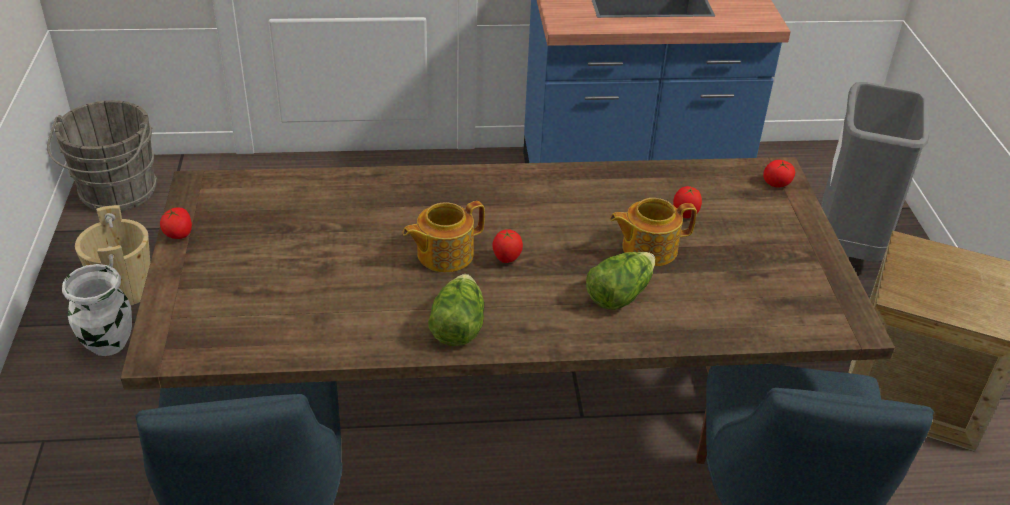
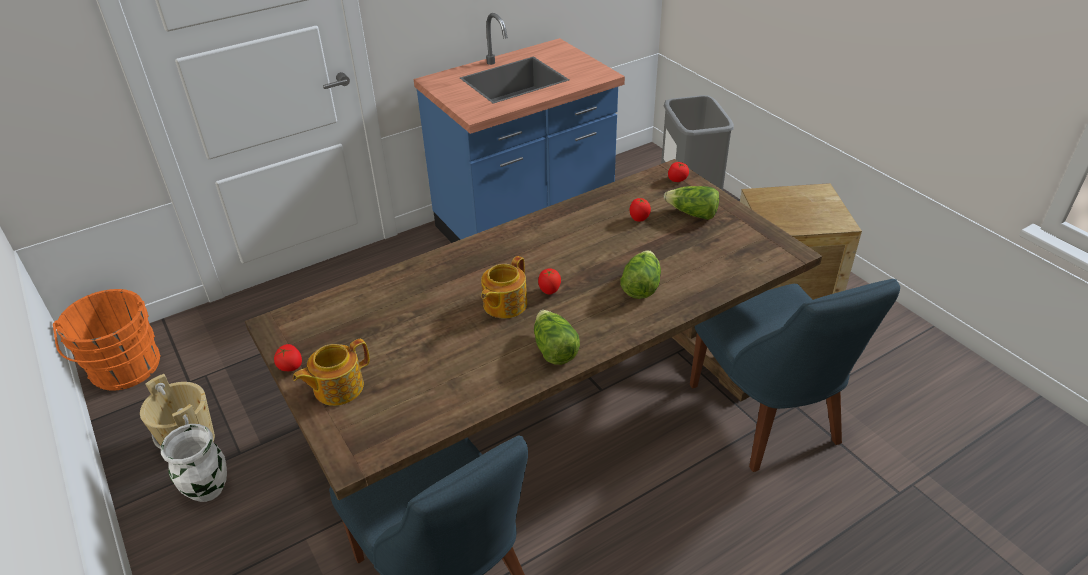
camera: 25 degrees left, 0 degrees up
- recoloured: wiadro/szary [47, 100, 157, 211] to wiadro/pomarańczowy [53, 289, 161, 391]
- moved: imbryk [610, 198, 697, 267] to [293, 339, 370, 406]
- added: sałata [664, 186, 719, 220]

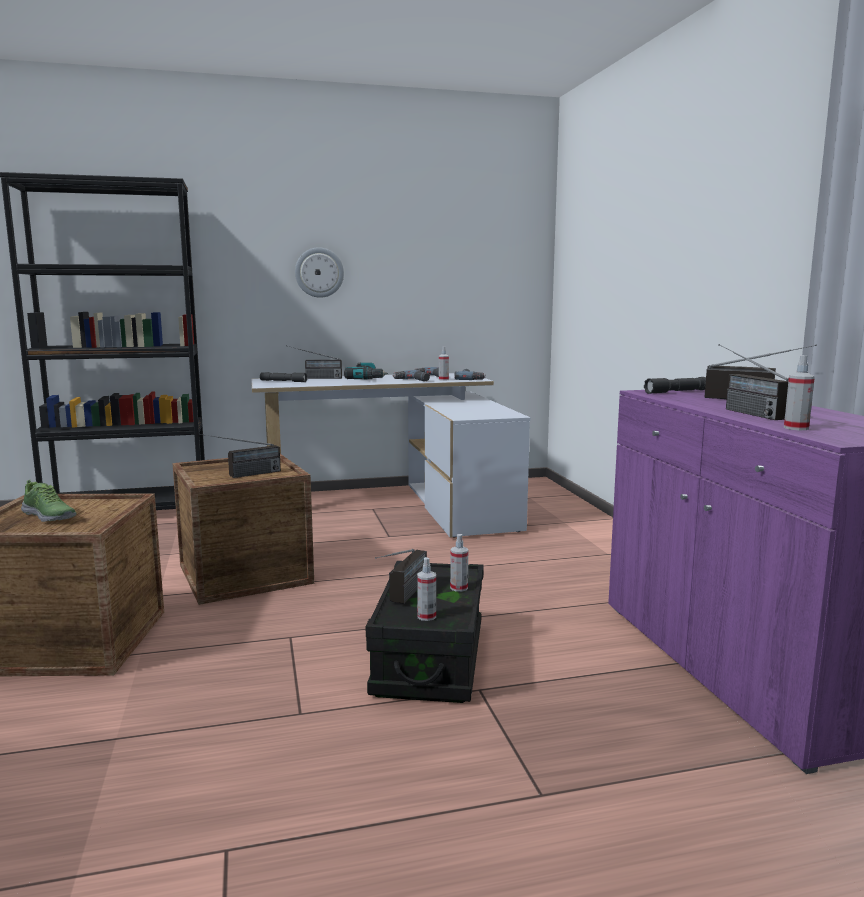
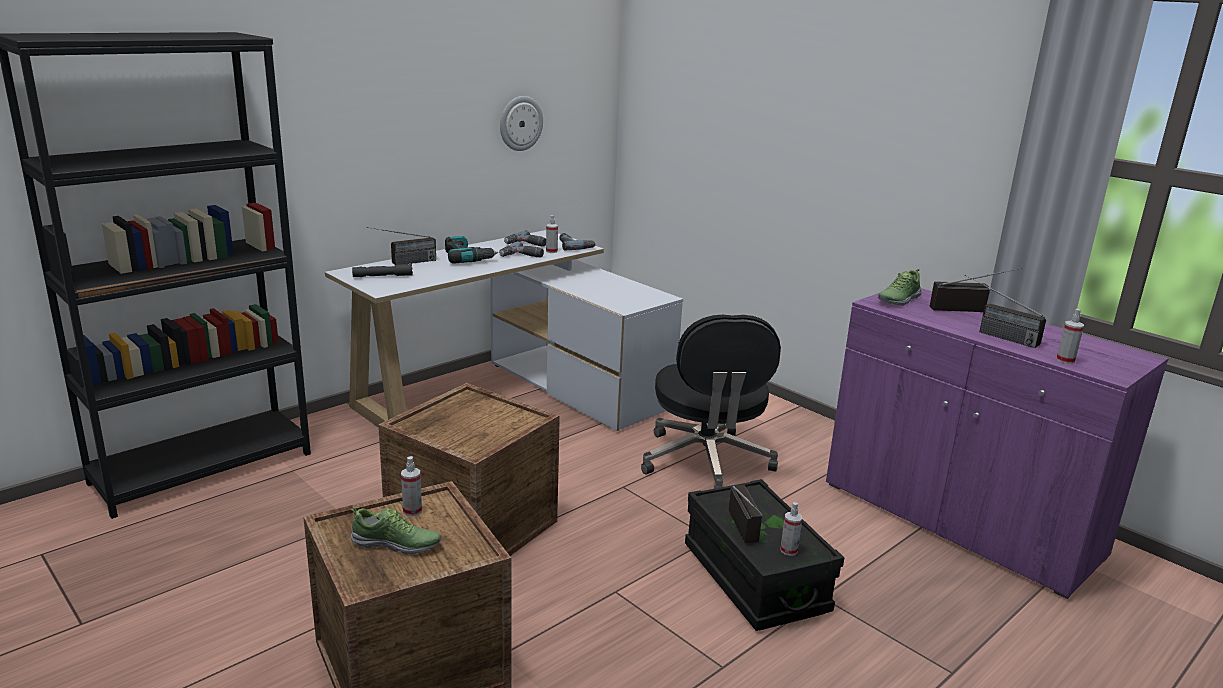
camera: 30 degrees left, 10 degrees up
- moved: zegar ścienny [295, 247, 344, 298] to [500, 96, 543, 151]
- replaced: latarka/szary [644, 377, 706, 394] to but [878, 269, 922, 306]
- removed: radio [199, 434, 281, 478]
- moved: spryskiwacz [450, 534, 468, 592] to [401, 456, 422, 516]
- added: krzesło biurowe/czarny [641, 315, 781, 489]

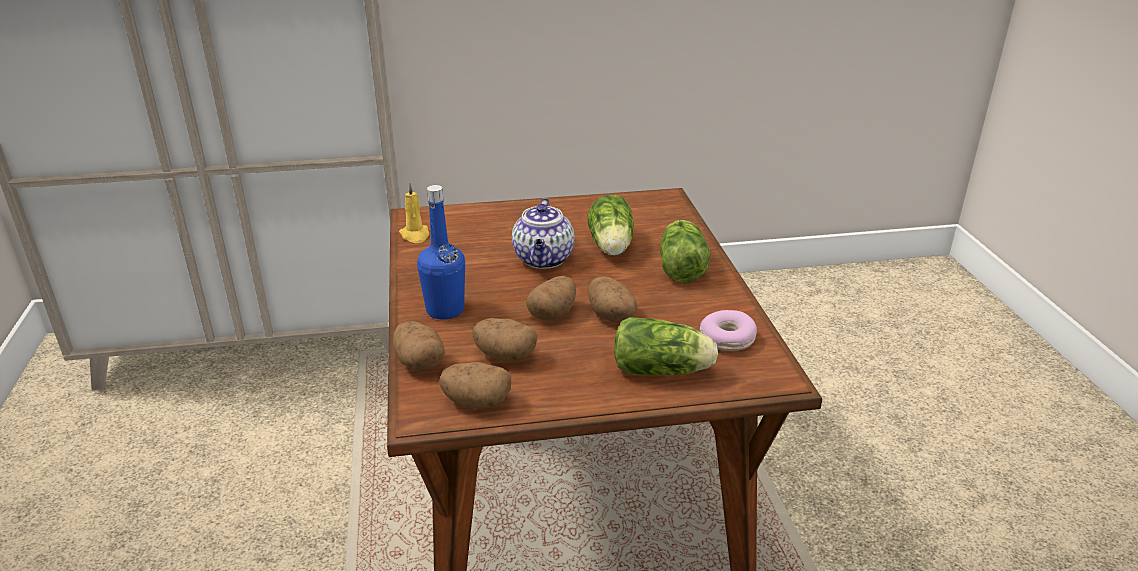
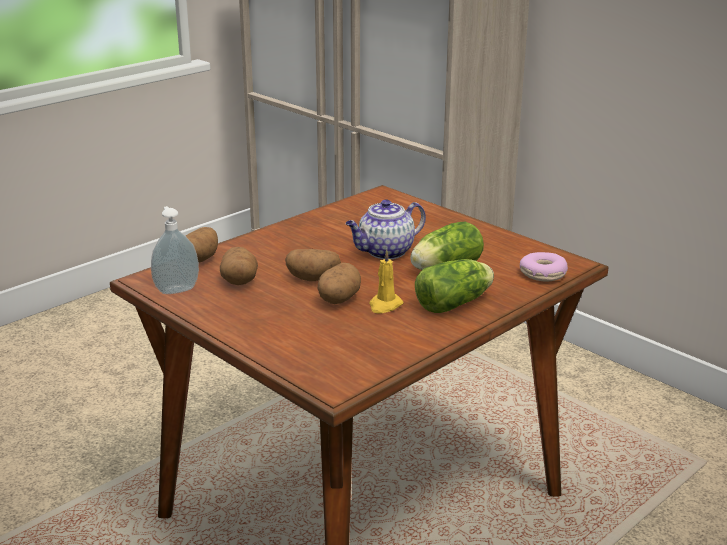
camera: 55 degrees right, 5 degrees down
- moved: świeca/żółty [399, 183, 429, 243] to [369, 249, 403, 314]
- removed: butelka/niebieski [417, 185, 465, 320]
- moved: donut [700, 310, 757, 351] to [520, 252, 568, 282]
- removed: sałata [614, 317, 718, 375]
- replaced: ziemniak [439, 362, 511, 409] to dozownik mydła [151, 206, 199, 294]

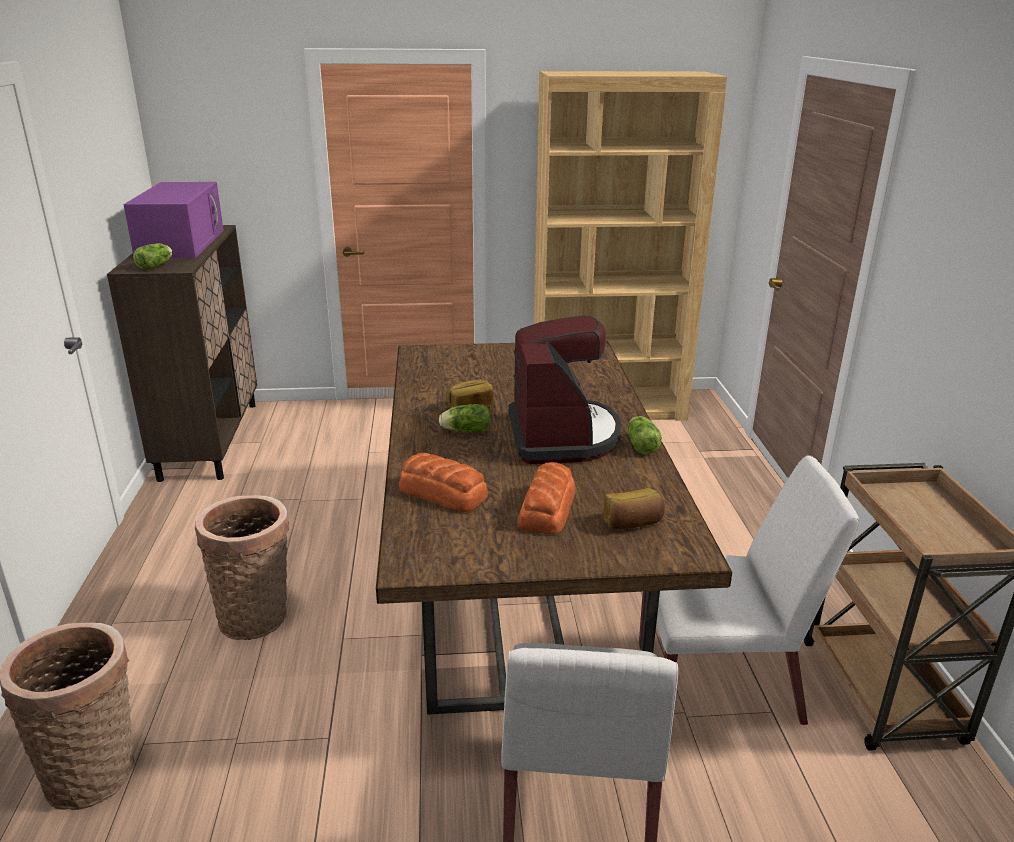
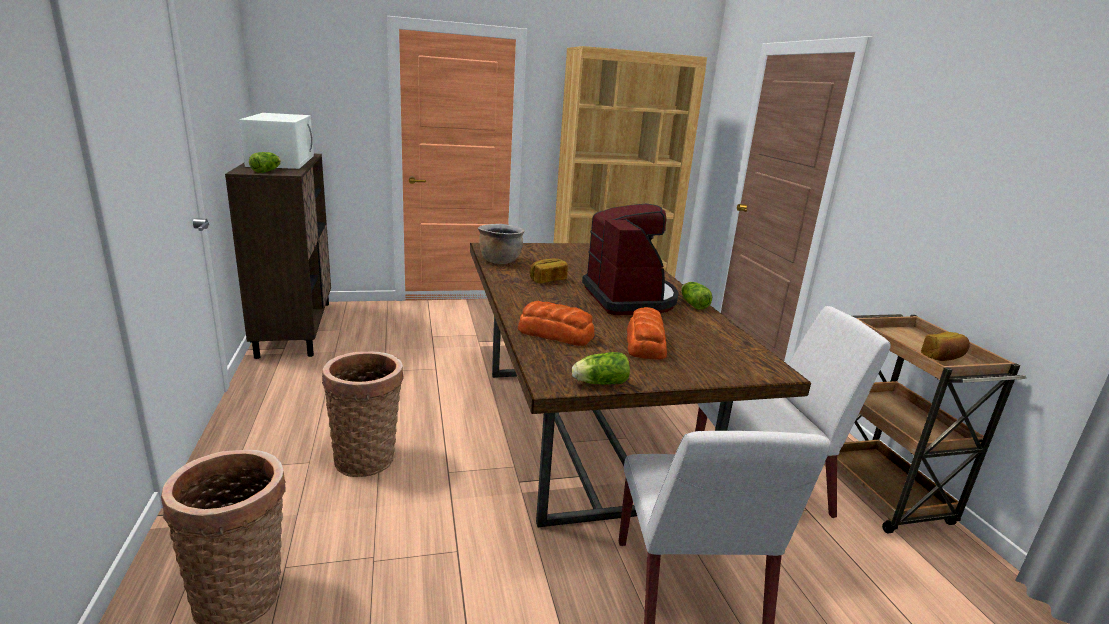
camera: 10 degrees left, 5 degrees down
- recoloured: mikrofalówka/fioletowy [124, 182, 224, 259] to mikrofalówka/biały [239, 113, 314, 169]
- moved: sałata [439, 404, 490, 432] to [572, 352, 630, 385]
- moved: chleb [603, 488, 665, 529] to [921, 332, 970, 361]
- added: garnek/brązowy [478, 224, 525, 264]

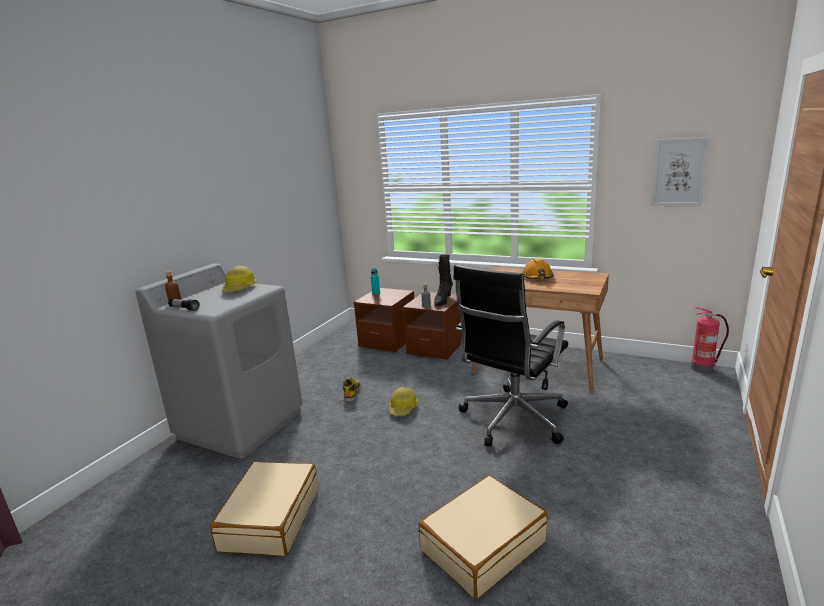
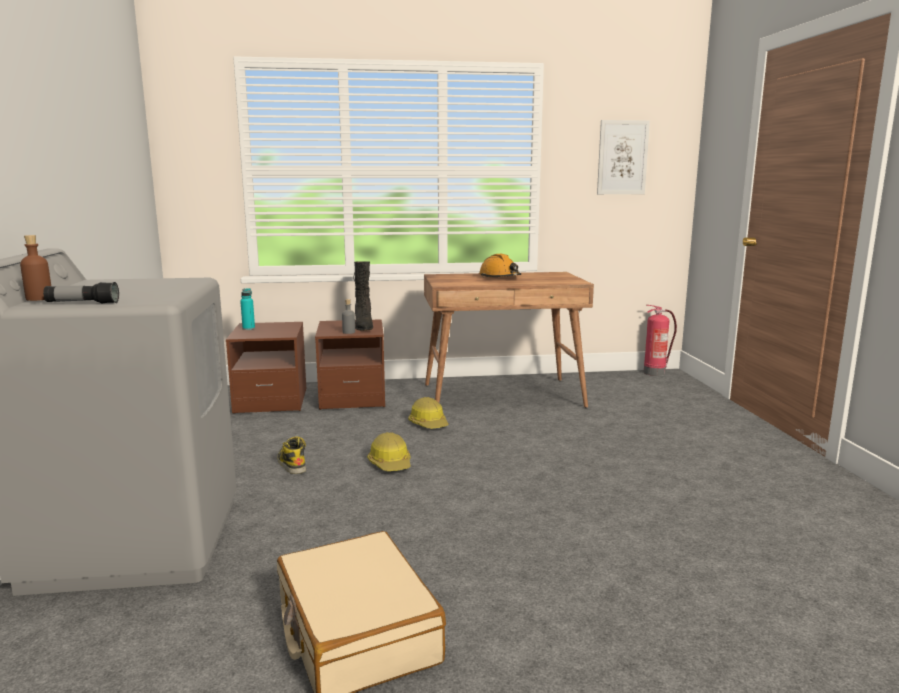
camera: 35 degrees left, 5 degrees down
- removed: krzesło biurowe/czarny [453, 265, 568, 446]
- moved: kask [222, 266, 257, 291] to [408, 397, 448, 429]
- removed: walizka/beżowy [419, 476, 548, 599]

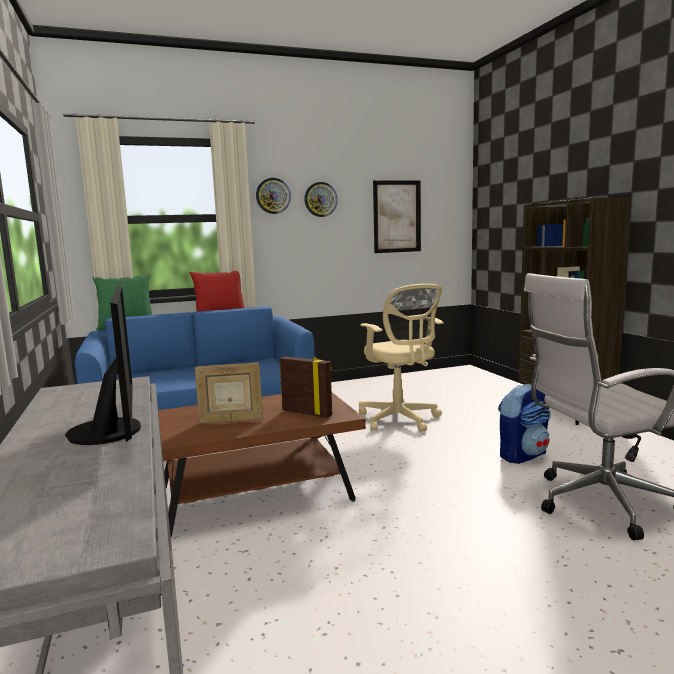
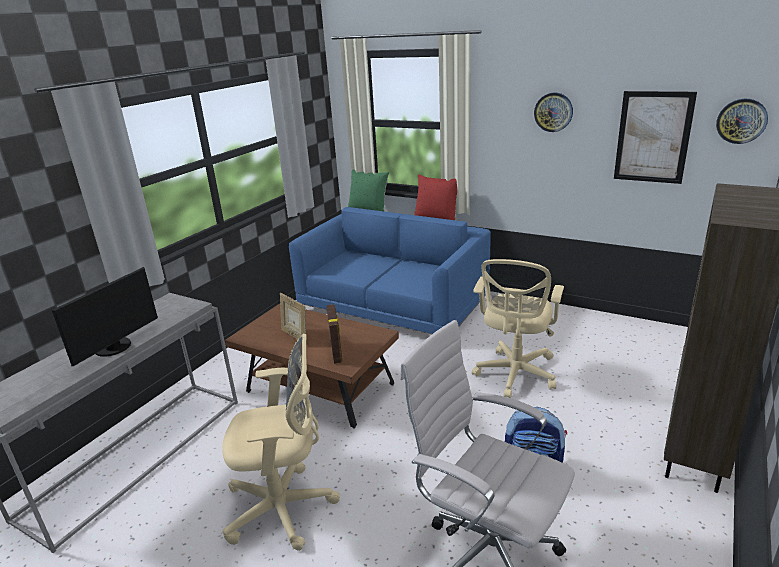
camera: 50 degrees right, 15 degrees up
- moved: zegar ścienny [256, 178, 291, 214] to [716, 99, 768, 144]
- added: krzesło biurowe/beżowy [222, 334, 340, 551]

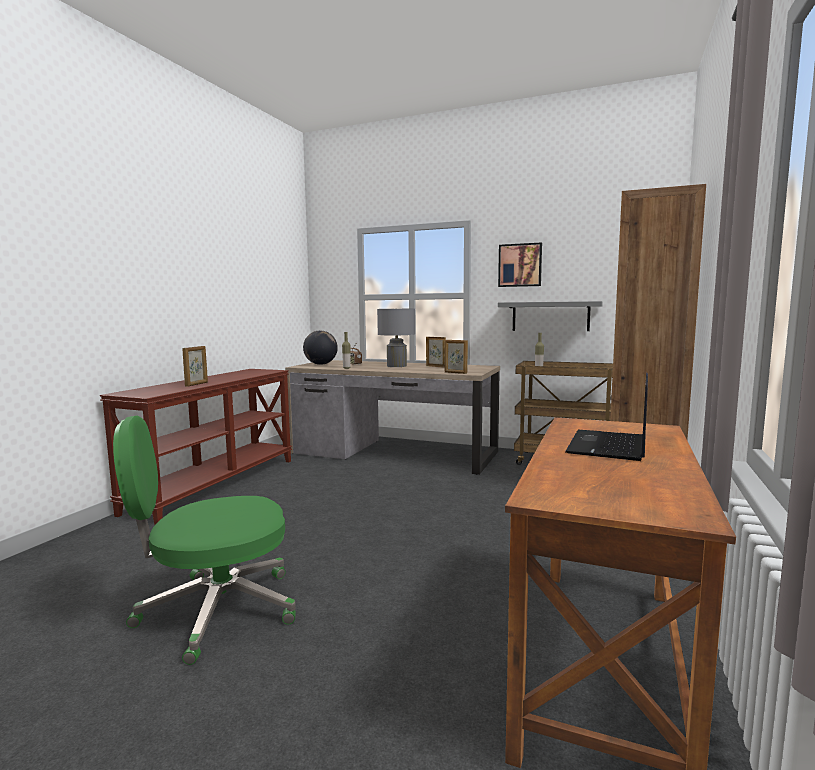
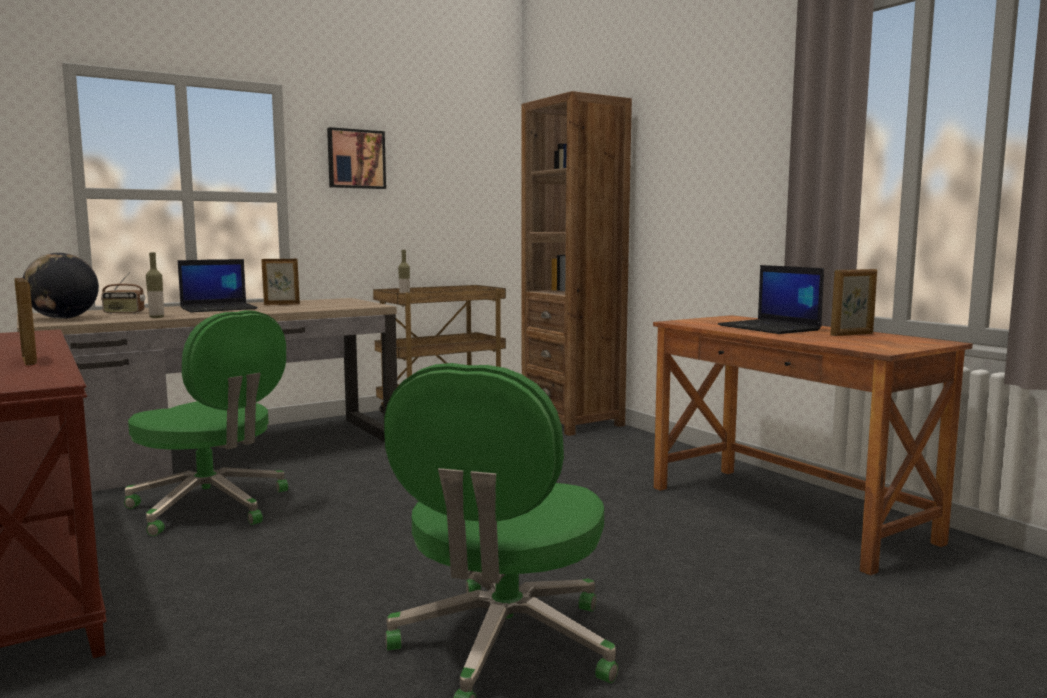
camera: 55 degrees left, 0 degrees up
- removed: półka/szary [498, 301, 603, 331]
- replaced: lampa stołowa/szary [377, 308, 415, 367] to laptop [178, 259, 258, 313]
- moved: ramka na zdjęcie [445, 340, 468, 374] to [830, 269, 877, 336]
- added: krzesło biurowe/zielony [124, 310, 288, 536]

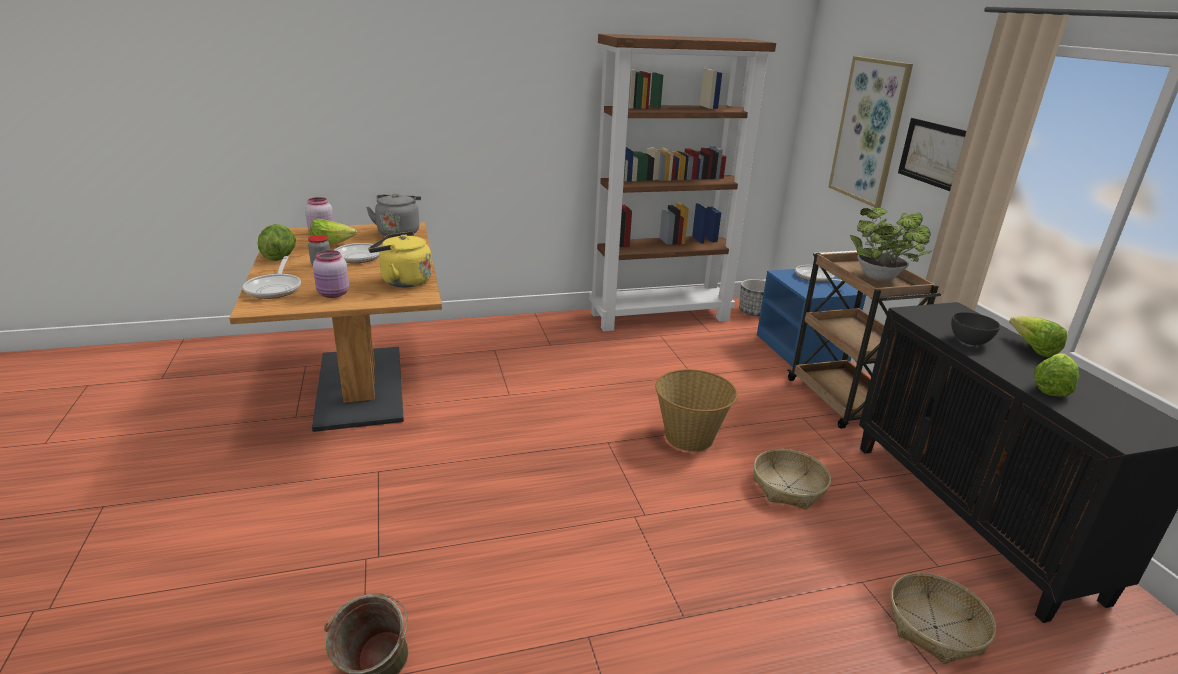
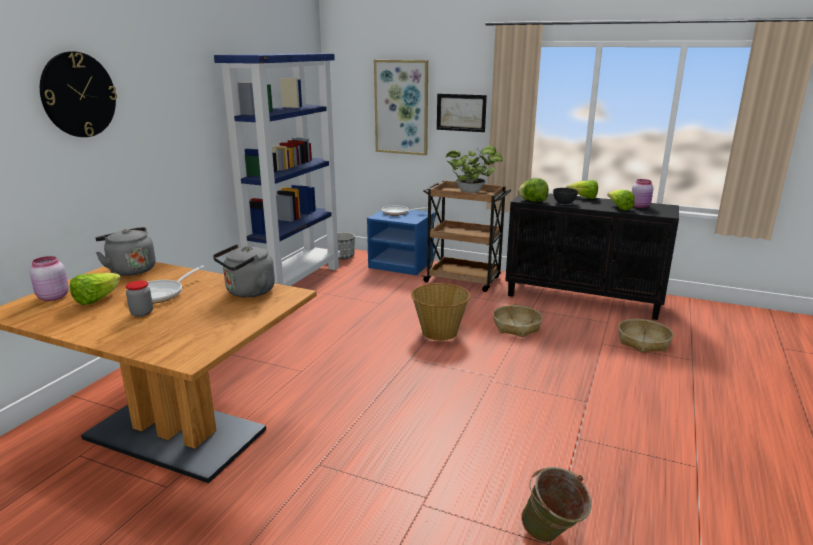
camera: 50 degrees left, 5 degrees down
- recoloured: regał/brązowy [589, 34, 776, 331] to regał/niebieski [214, 53, 341, 286]
- moved: sałata [258, 224, 296, 261] to [518, 178, 549, 202]
- recoloured: czajnik/żółty [368, 231, 432, 288] to czajnik/szary [213, 244, 275, 297]
- moved: słoik/różowy [313, 250, 349, 298] to [632, 179, 654, 208]
- removed: patelnia [243, 256, 301, 299]
- added: zegar ścienny [40, 51, 117, 137]

